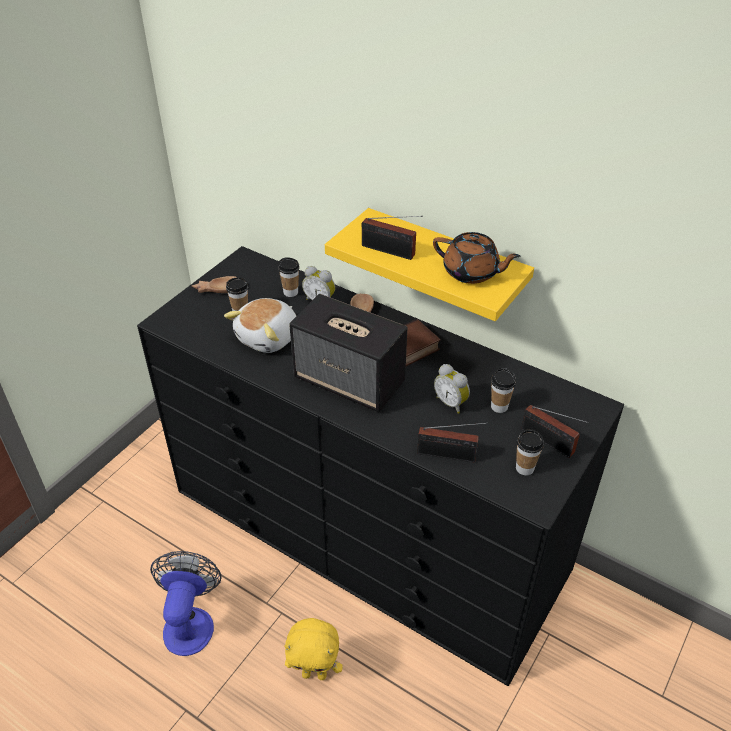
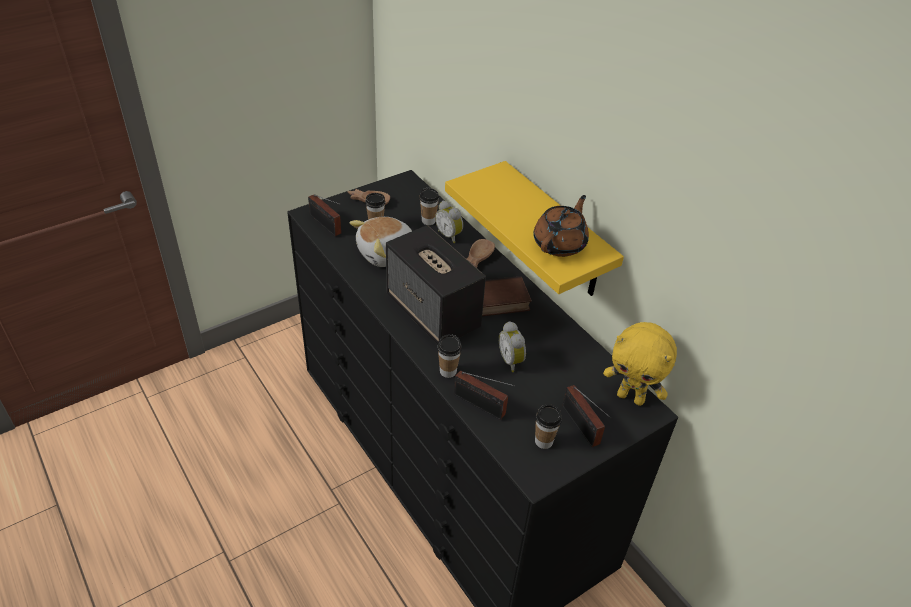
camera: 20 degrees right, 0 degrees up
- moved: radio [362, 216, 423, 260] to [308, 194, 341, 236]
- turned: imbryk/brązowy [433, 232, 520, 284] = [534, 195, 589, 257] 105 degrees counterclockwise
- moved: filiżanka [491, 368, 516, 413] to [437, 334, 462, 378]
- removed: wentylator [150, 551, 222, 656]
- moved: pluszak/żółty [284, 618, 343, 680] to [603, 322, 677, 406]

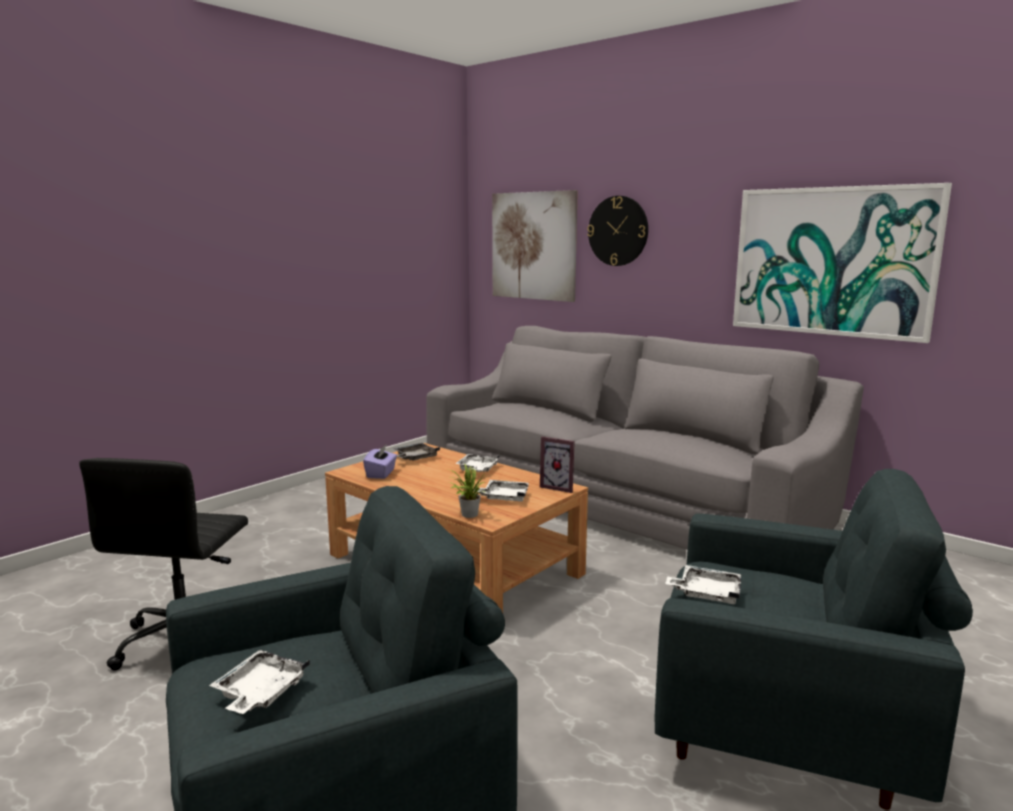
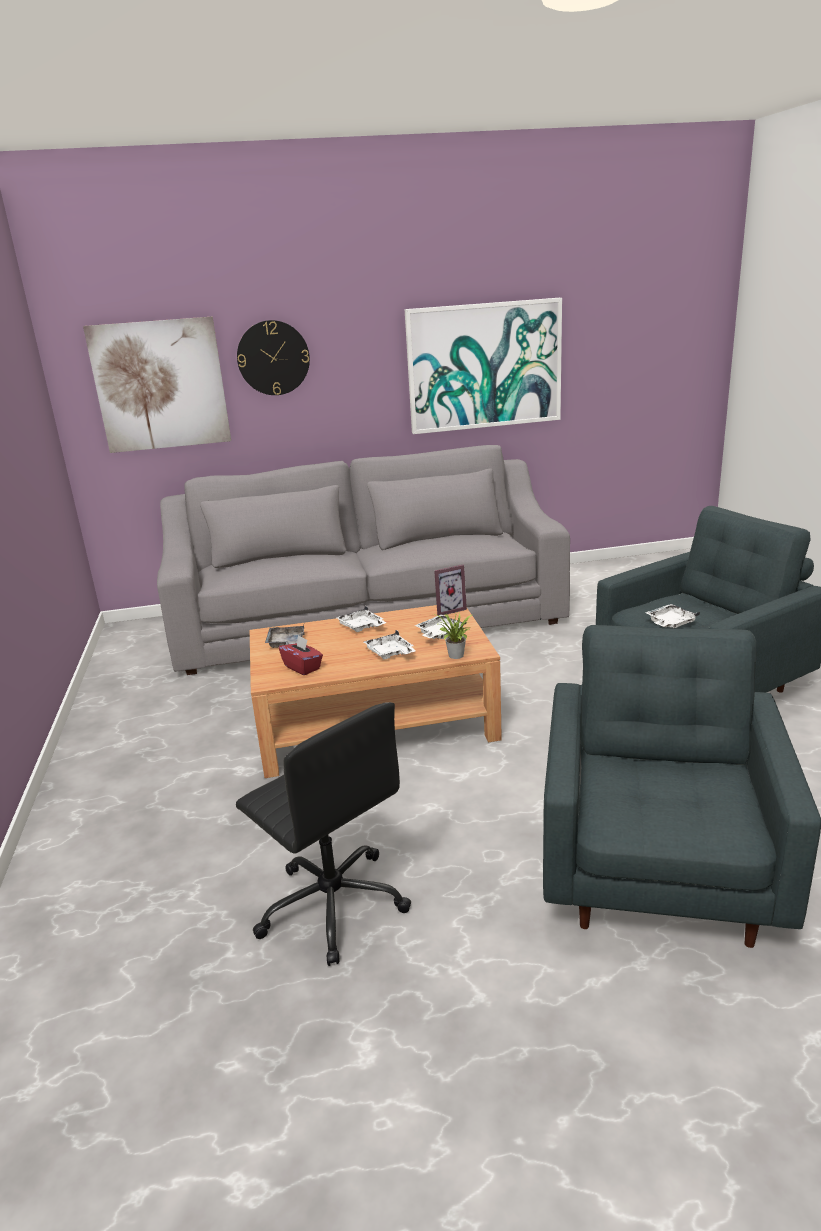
camera: 50 degrees left, 10 degrees up
- recoloured: pudełko chusteczek/fioletowy [363, 444, 397, 479] to pudełko chusteczek/czerwony [279, 635, 323, 675]
- moved: taca/biały [209, 650, 310, 714] to [364, 630, 416, 659]

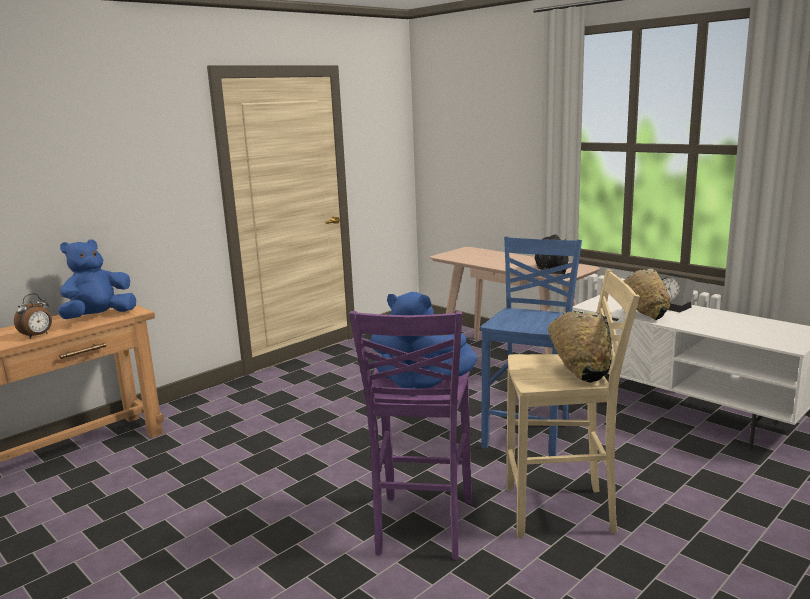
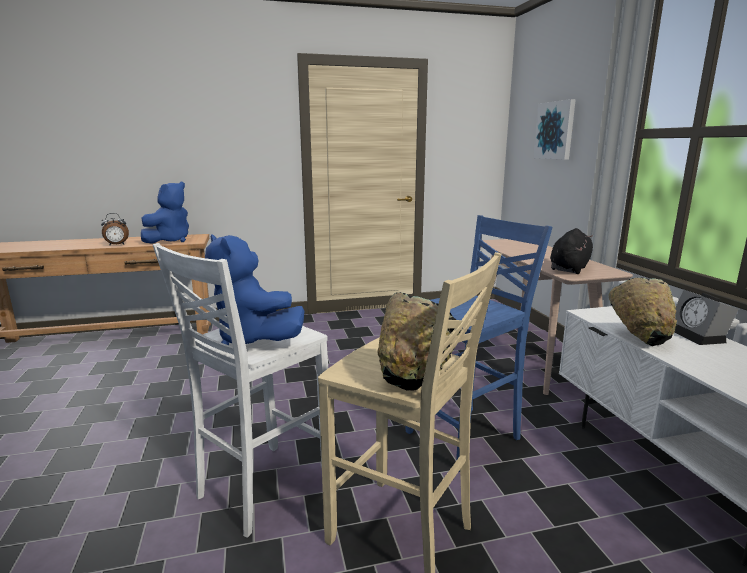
camera: 30 degrees right, 0 degrees up
- turned: pluszak/niebieski [58, 239, 136, 319] = [141, 182, 189, 244] 135 degrees clockwise
- recoloured: stołek/fioletowy [349, 311, 472, 560] to stołek/biały [153, 243, 328, 538]
- added: obraz [533, 99, 576, 160]

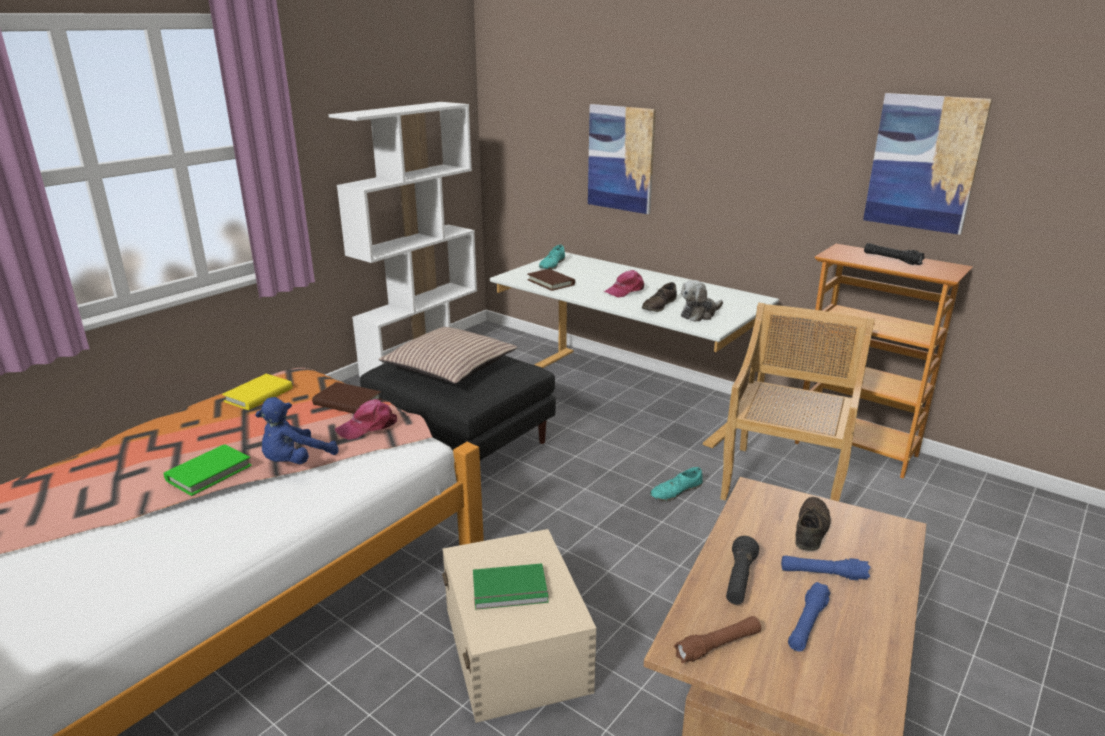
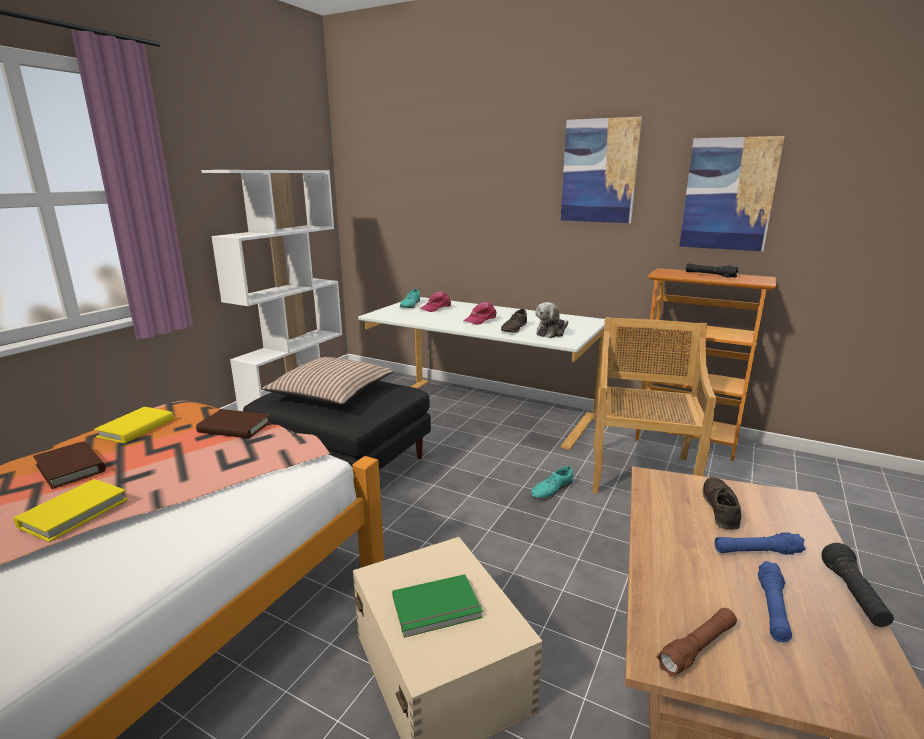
camera: 10 degrees left, 5 degrees down
- moved: obraz [588, 104, 656, 214] to [561, 117, 642, 223]
- moved: książka/brązowy [527, 269, 575, 291] to [33, 441, 106, 489]
- removed: pluszak/niebieski [255, 397, 339, 464]
- moved: czapka z daszkiem/różowy [335, 399, 397, 440] to [419, 291, 451, 312]
- recoloured: książka/zielony [164, 444, 252, 496] to książka/żółty [13, 479, 128, 542]
- moved: latarka/czarny [726, 536, 759, 605] to [822, 543, 894, 627]

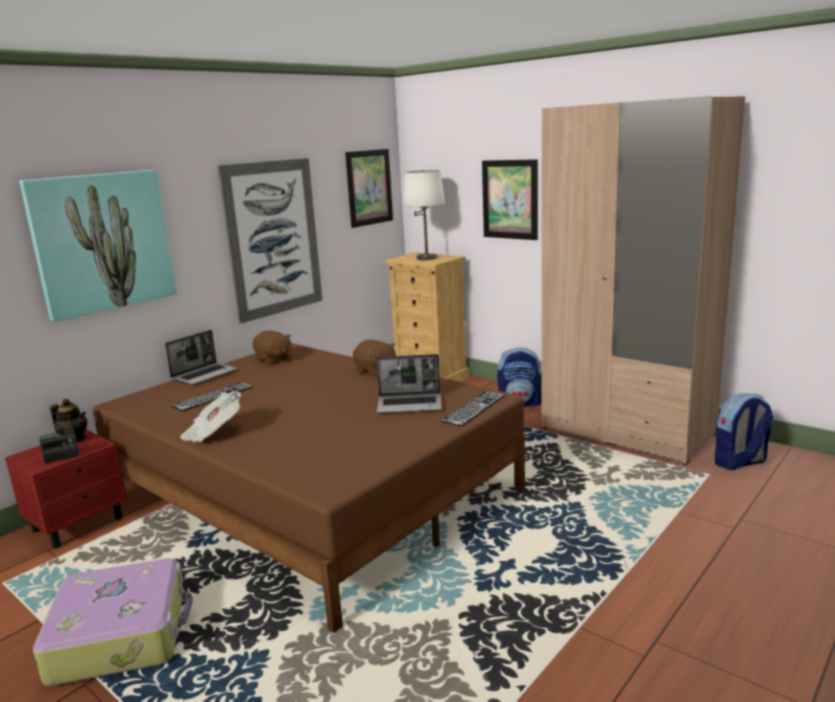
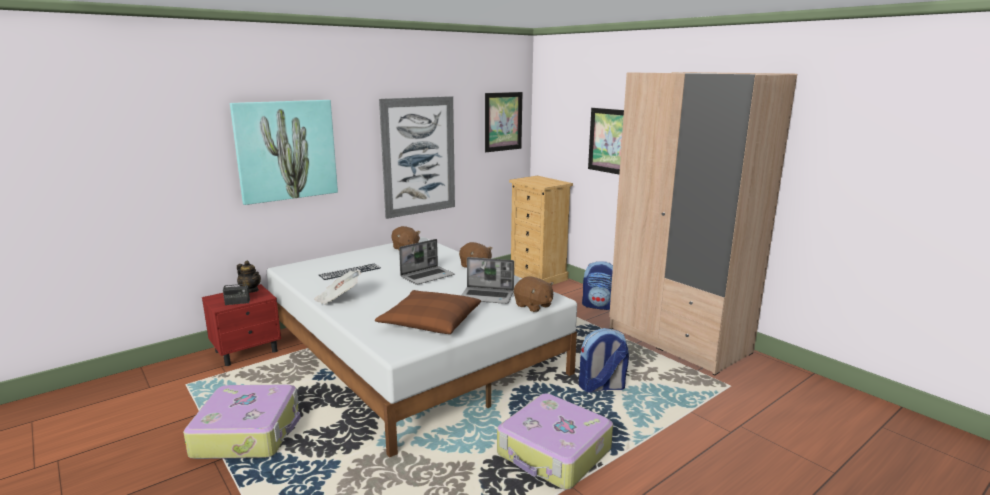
camera: 10 degrees right, 0 degrees up
- removed: lampa stołowa/biały [403, 170, 445, 260]
- moved: laptop [165, 330, 238, 385] to [399, 239, 455, 285]
- recoloured: łóżko/brązowy [92, 343, 525, 633] to łóżko/biały [267, 237, 577, 457]
- replaced: klawiatura [440, 392, 505, 427] to pluszak/brązowy [514, 276, 554, 312]
- moved: plecak [715, 393, 773, 470] to [579, 328, 629, 393]
- added: poduszka/brązowy [375, 290, 481, 334]
- added: walizka [497, 393, 613, 490]

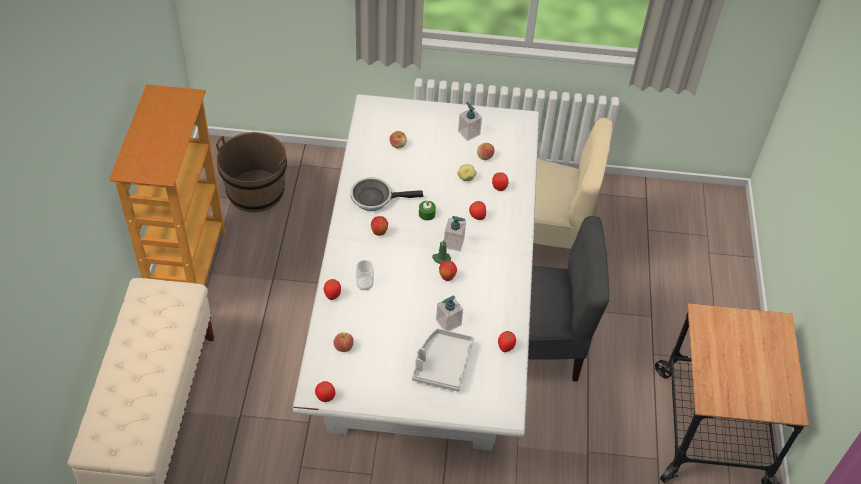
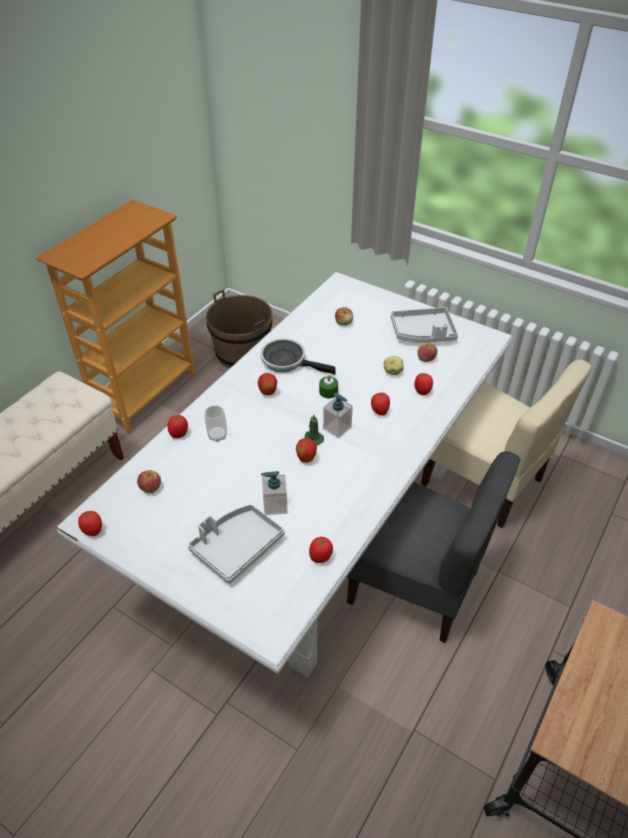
camera: 30 degrees right, 5 degrees down
- replaced: dozownik mydła [458, 102, 482, 141] to taca/szary [391, 307, 458, 343]

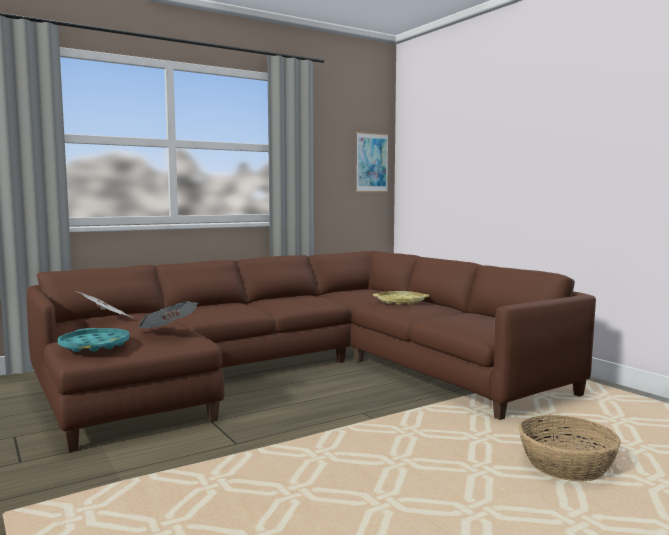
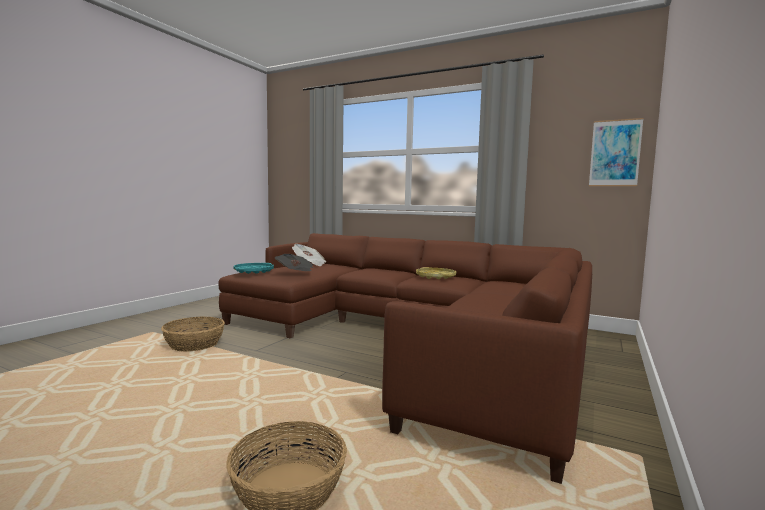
camera: 60 degrees right, 0 degrees up
- moved: taca/żółty [373, 291, 429, 305] to [416, 267, 456, 279]
- added: koszyk [161, 317, 225, 351]

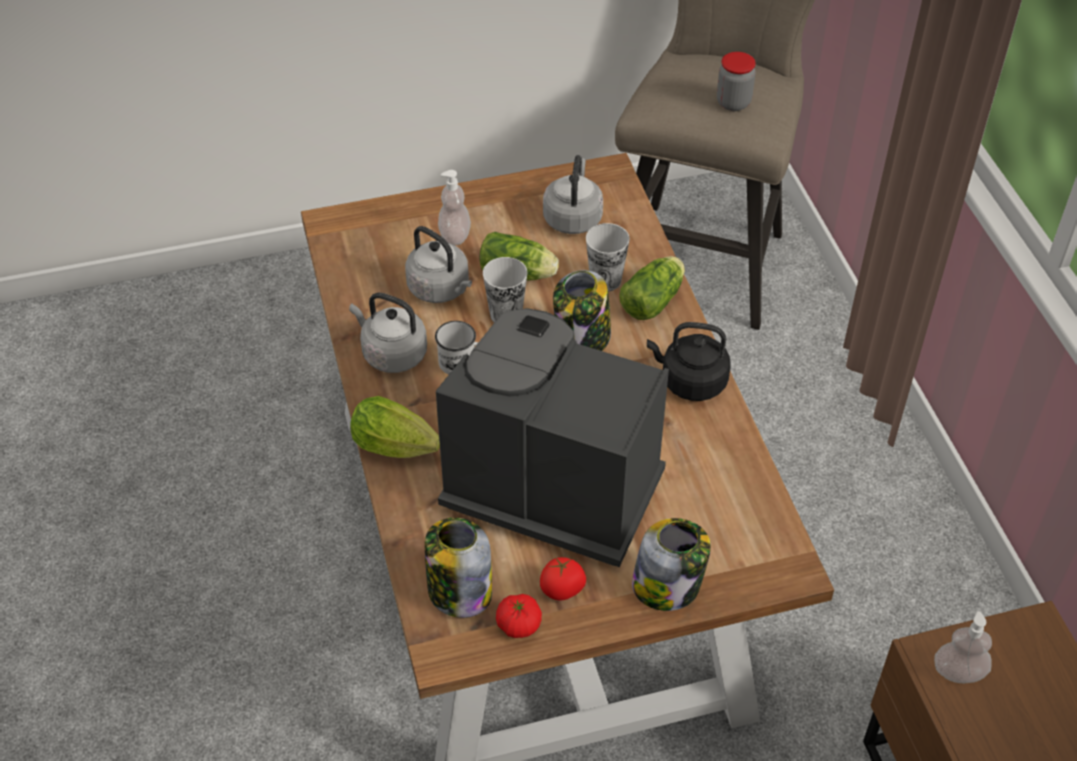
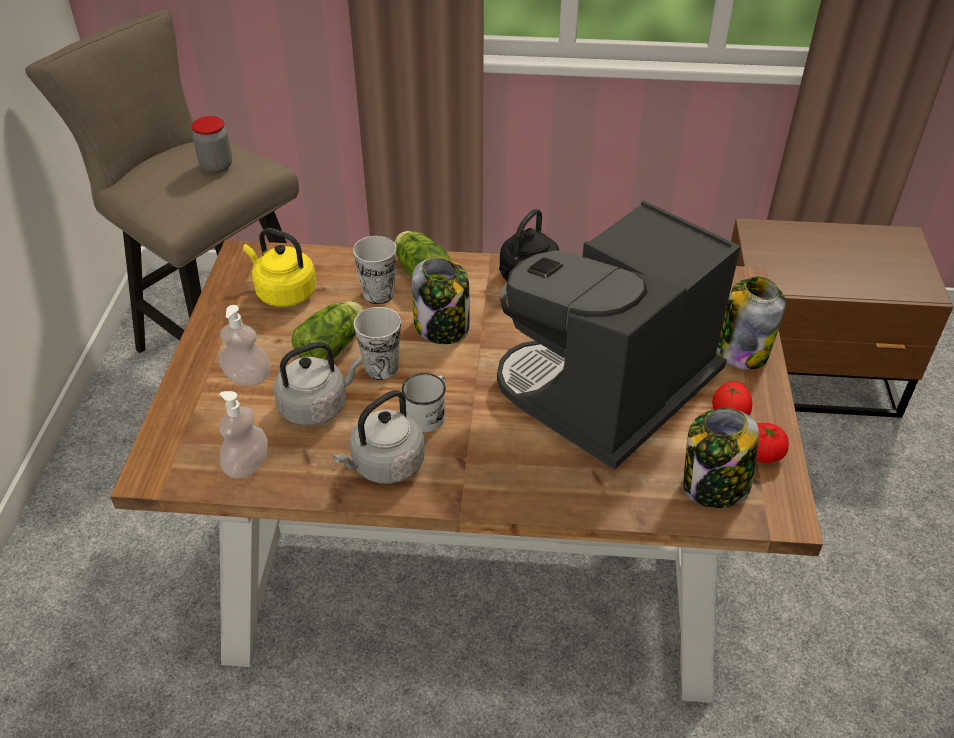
camera: 70 degrees left, 5 degrees down
- recoloured: czajnik/szary [543, 155, 603, 234] to czajnik/żółty [243, 228, 316, 307]
- removed: sałata [350, 396, 440, 458]
- moved: dozownik mydła [934, 611, 992, 683] to [219, 391, 268, 478]

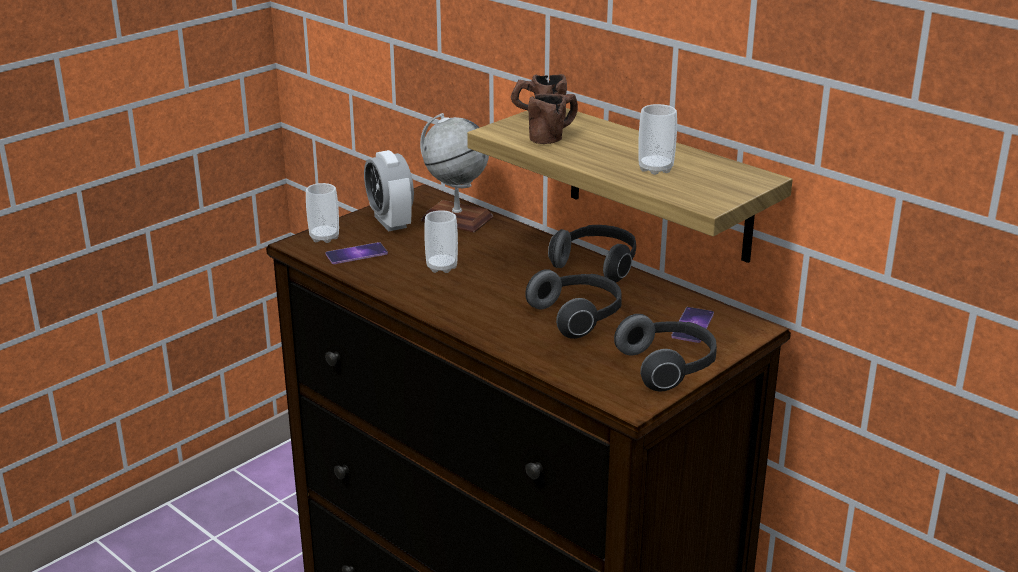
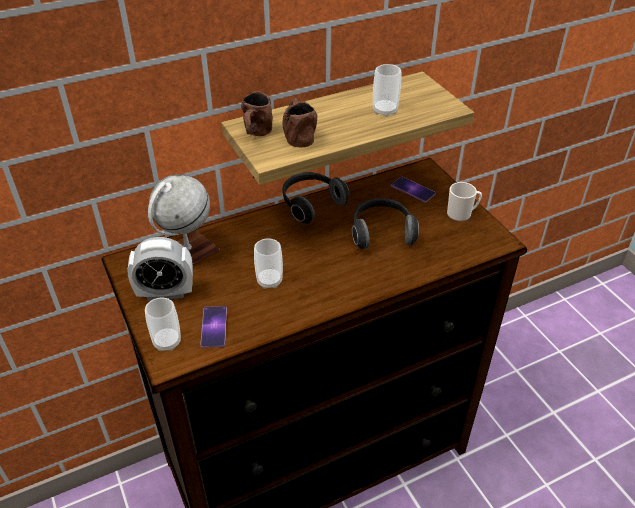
camera: 70 degrees left, 15 degrees up
- replaced: słuchawki [614, 314, 717, 391] to kubek [447, 182, 482, 222]

